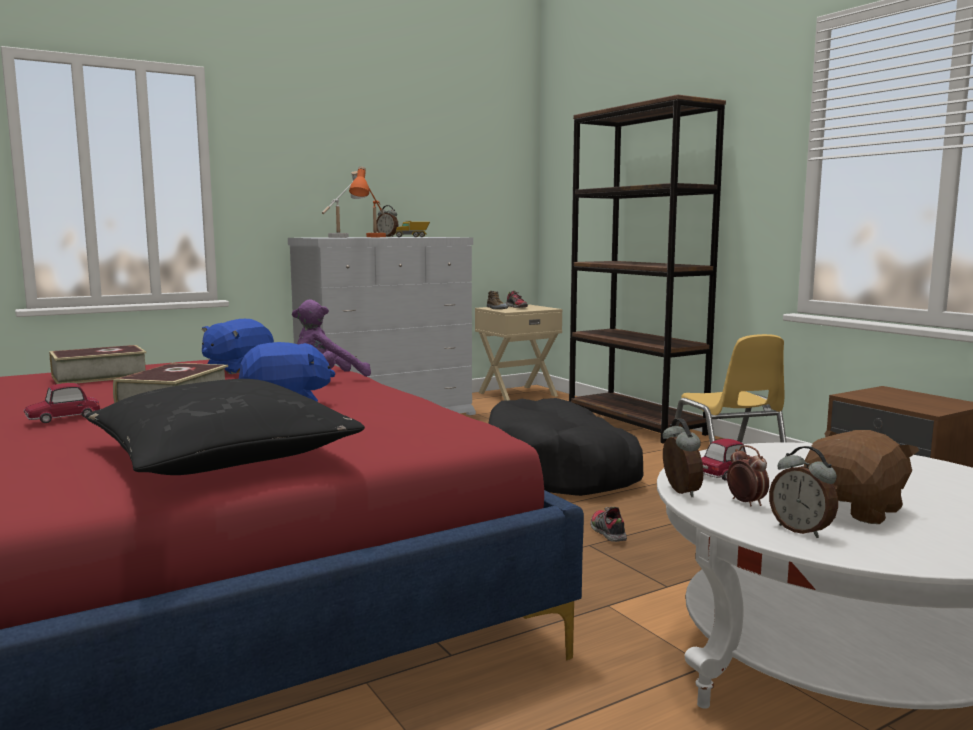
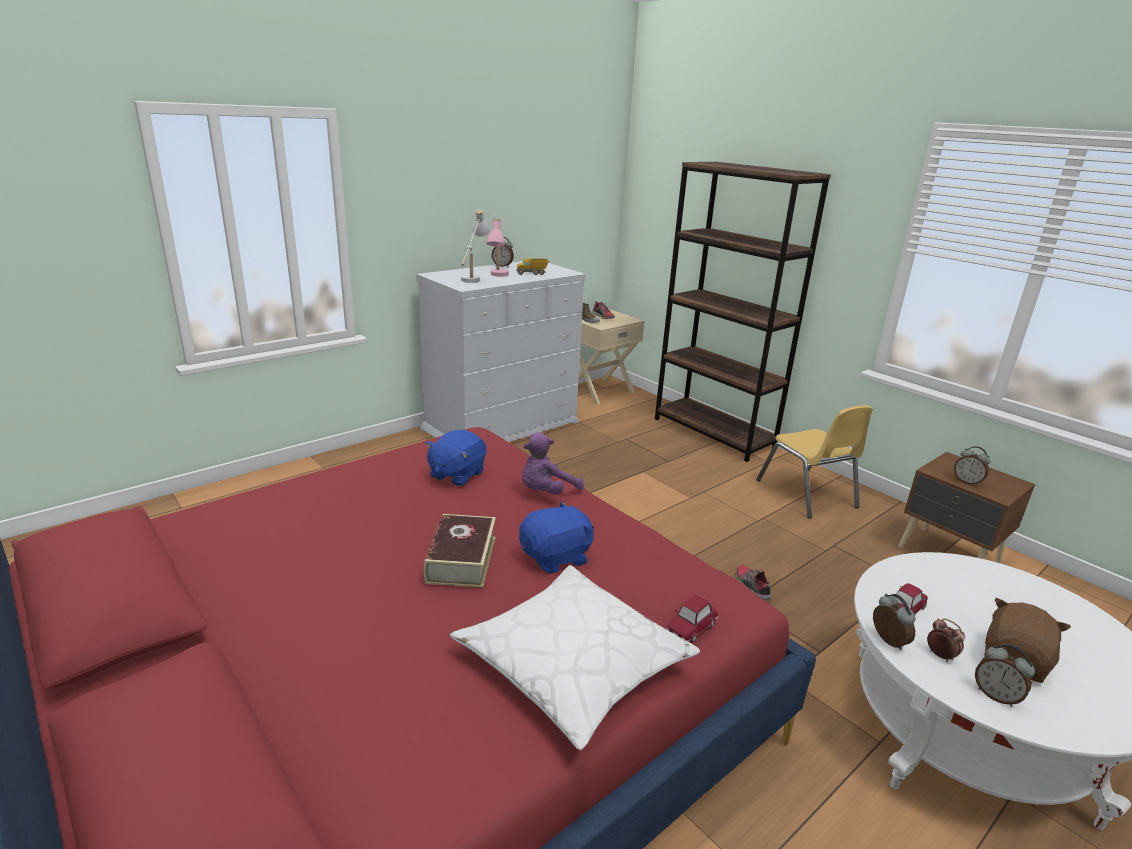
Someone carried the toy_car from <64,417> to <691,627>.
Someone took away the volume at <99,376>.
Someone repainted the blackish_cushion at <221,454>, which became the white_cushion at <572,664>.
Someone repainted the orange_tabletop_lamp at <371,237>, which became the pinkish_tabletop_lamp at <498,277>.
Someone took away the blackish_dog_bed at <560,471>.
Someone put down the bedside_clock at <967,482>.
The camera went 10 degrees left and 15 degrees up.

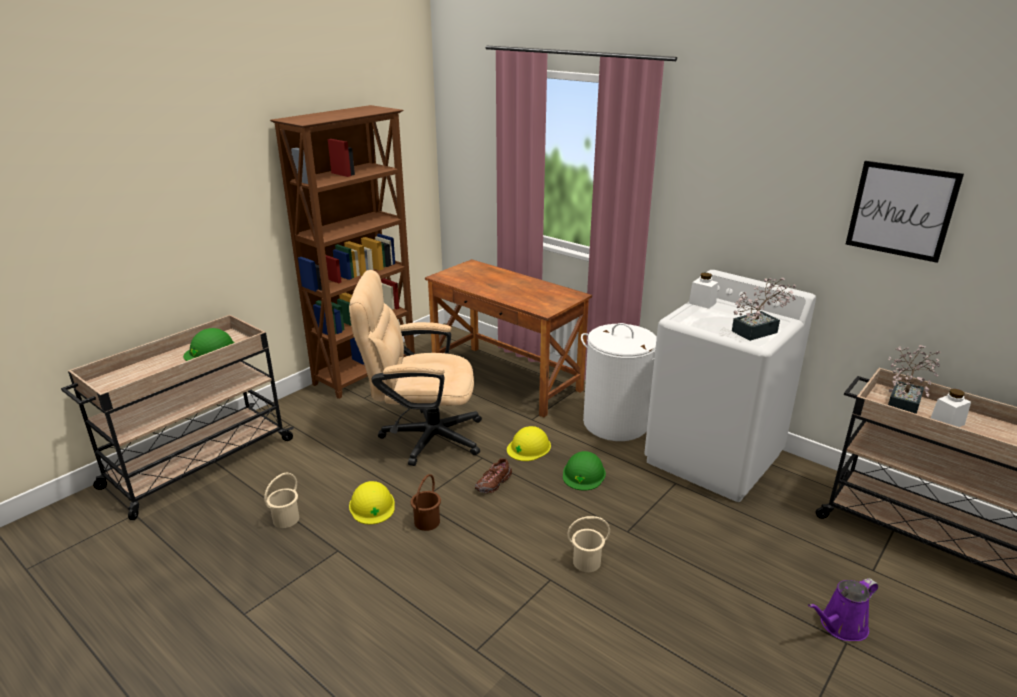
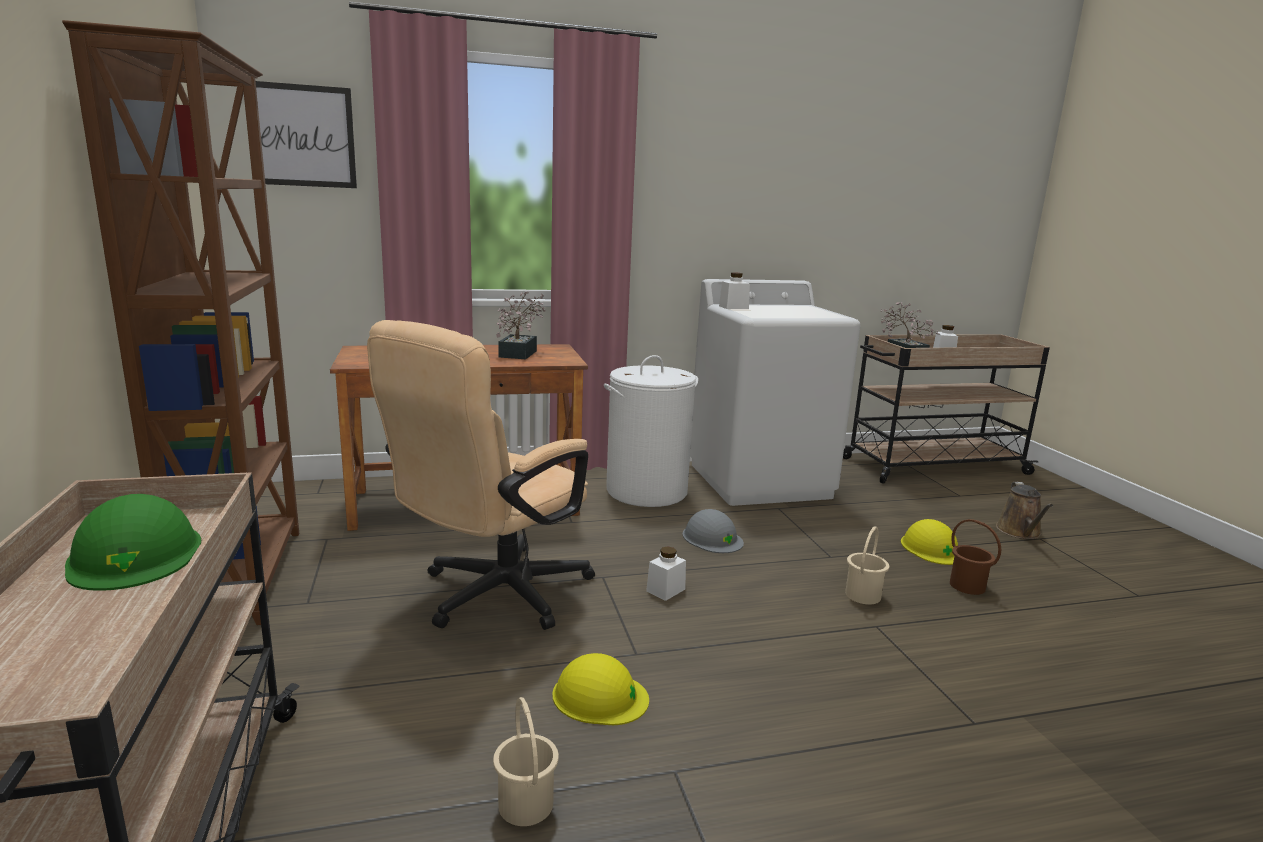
Someone carried the brown_water_bucket from <427,522> to <967,585>.
Someone swapped the brown_shoe at <494,484> for the white_storage_jar at <665,590>.
Someone carried the yellowish_hard_hat from <529,447> to <931,548>.
Someone repainted the greenish_hard_hat at <584,474>, which became the greyish_hard_hat at <712,538>.
Someone carried the potted_plant from <758,331> to <520,353>.
Someone repainted the purplish_watering_can at <840,626>, which became the brown_watering_can at <1020,532>.
Someone carried the wall_art from <901,210> to <303,136>.
The camera went 55 degrees left and 10 degrees down.

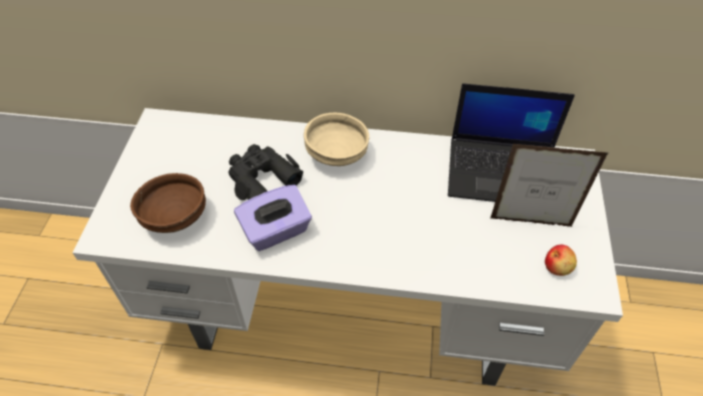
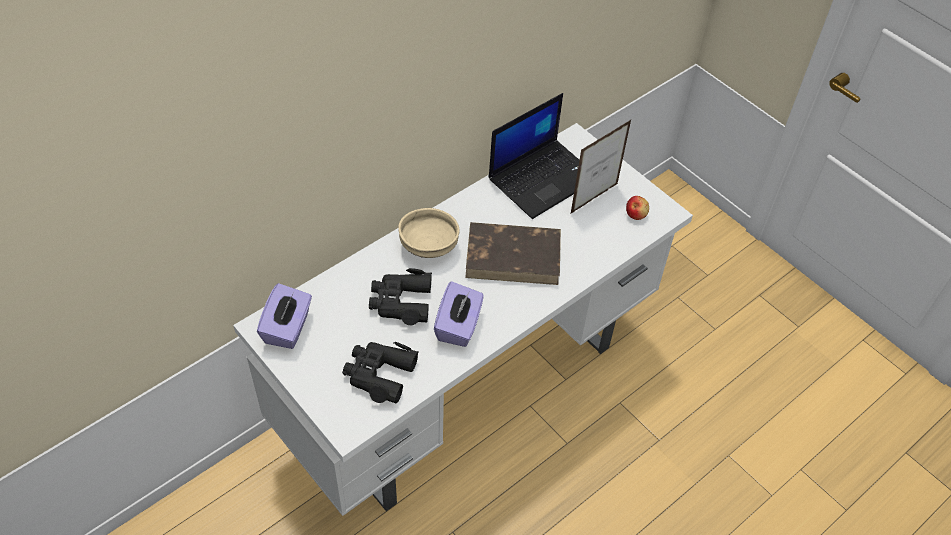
Someone swapped the brown_serving_bowl at <175,216> for the blackish_pair_of_binoculars at <379,374>.
Someone put down the purplish_tissue_holder at <288,328>.
Someone put down the brown_volume at <514,256>.
The camera went 50 degrees left and 0 degrees up.

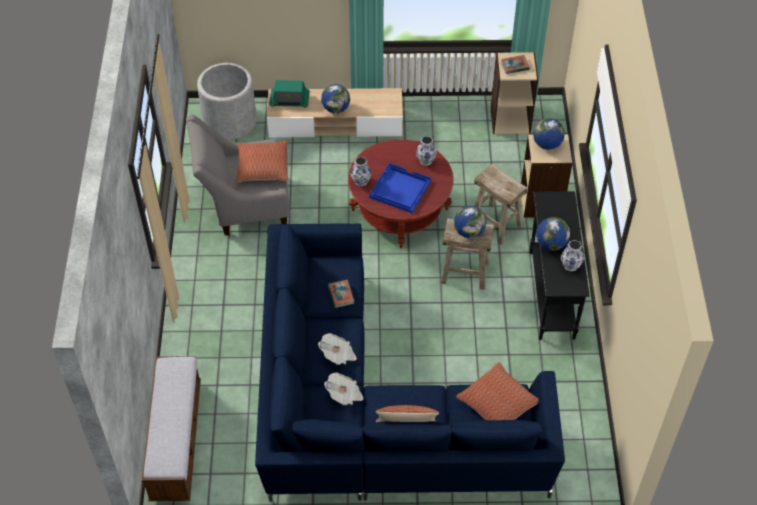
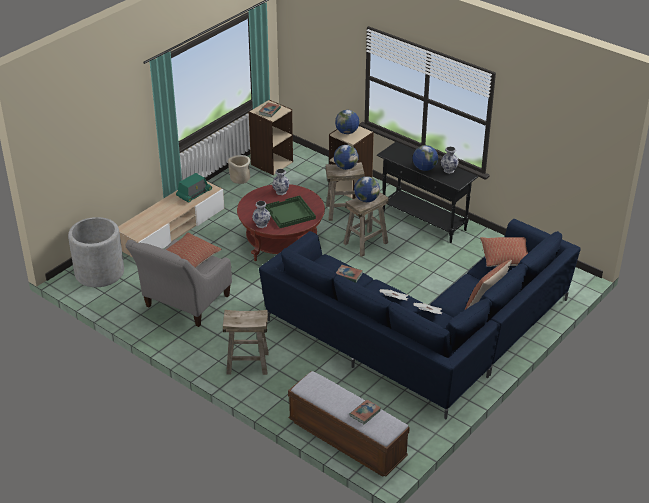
Someone carried the radio from <289,100> to <194,194>.
Someone carried the world_globe from <336,108> to <345,167>.
Someone repainted the blue_tray at <399,189>, which became the greenish_tray at <289,213>.
Someone put down the beige_stool at <247,363>.
Someone put down the beige_flower_pot at <240,179>.
Someone put down the volume at <365,413>.
The camera went 50 degrees left and 15 degrees down.

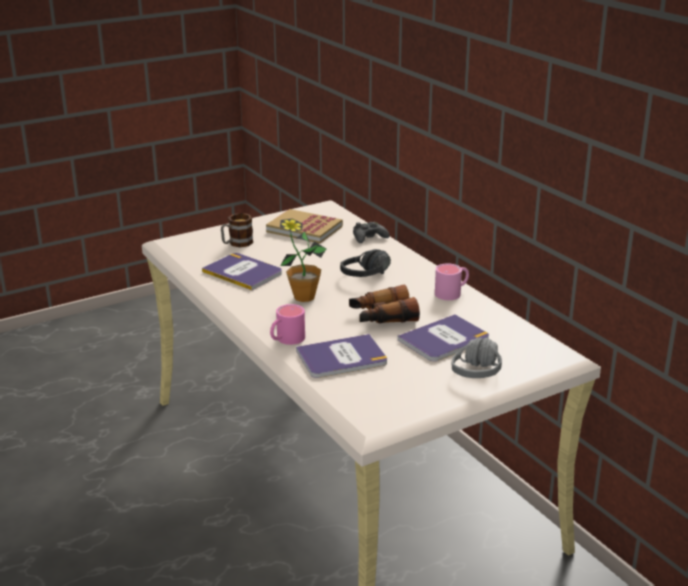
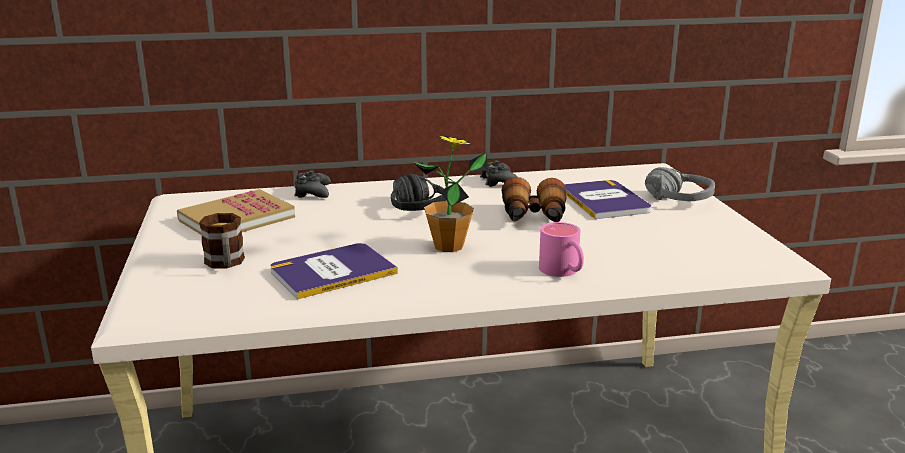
Someone took away the volume at <342,358>.
Someone swapped the pinkish_mug at <452,292> for the blackish_game_controller at <498,181>.
The camera went 70 degrees left and 5 degrees down.

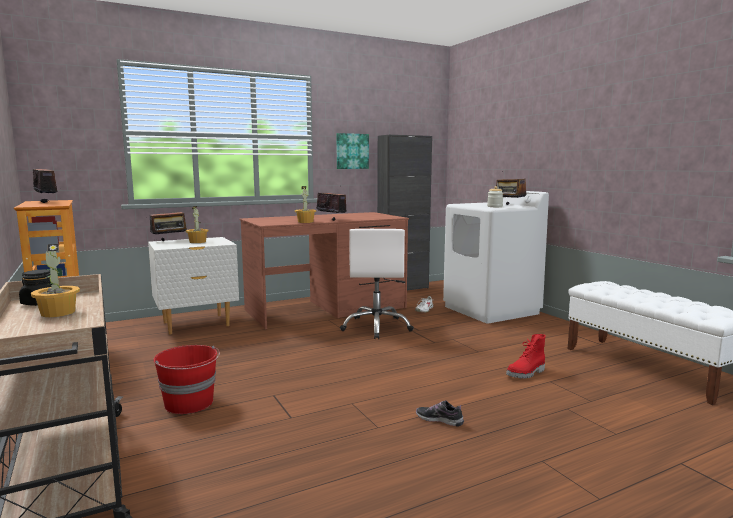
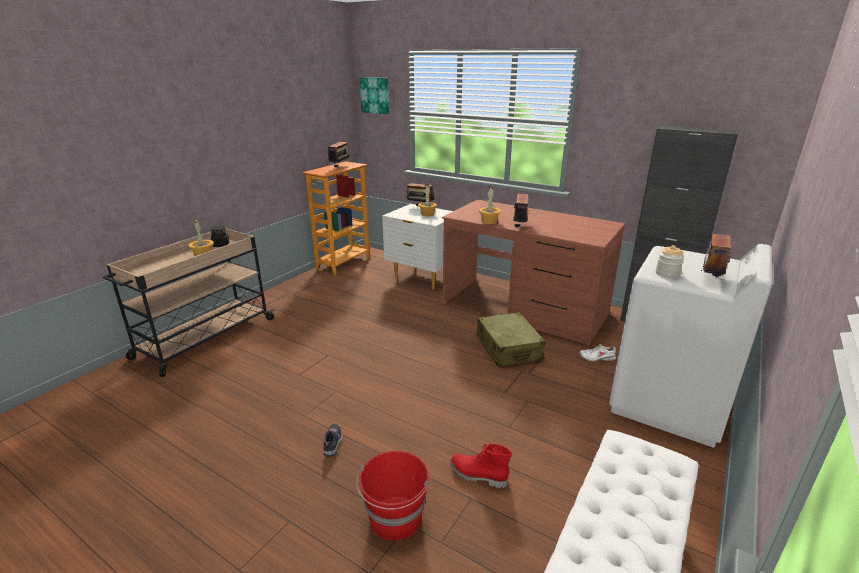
Someone carried the reddish_water_bucket from <190,403> to <395,518>.
Someone carried the wall_art from <352,151> to <375,95>.
Someone swapped the white_computer_chair at <377,327> for the beige_piece_of_luggage at <508,348>.
The camera went 60 degrees right and 15 degrees up.

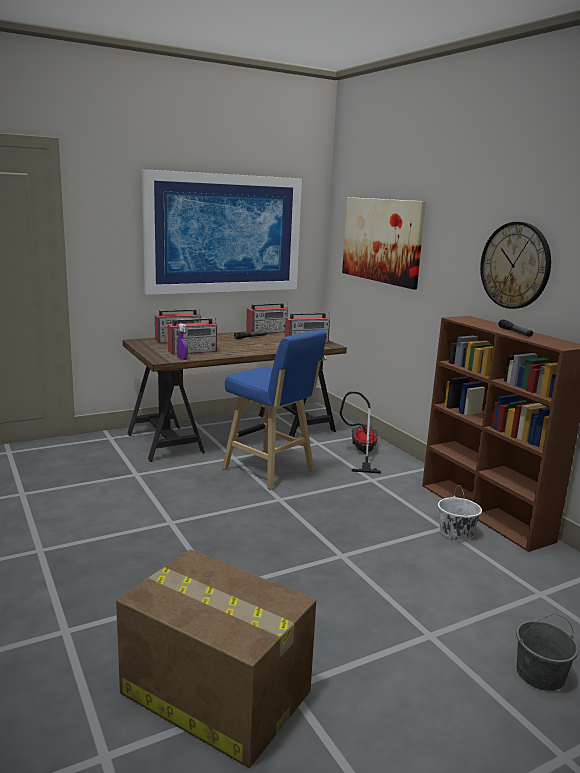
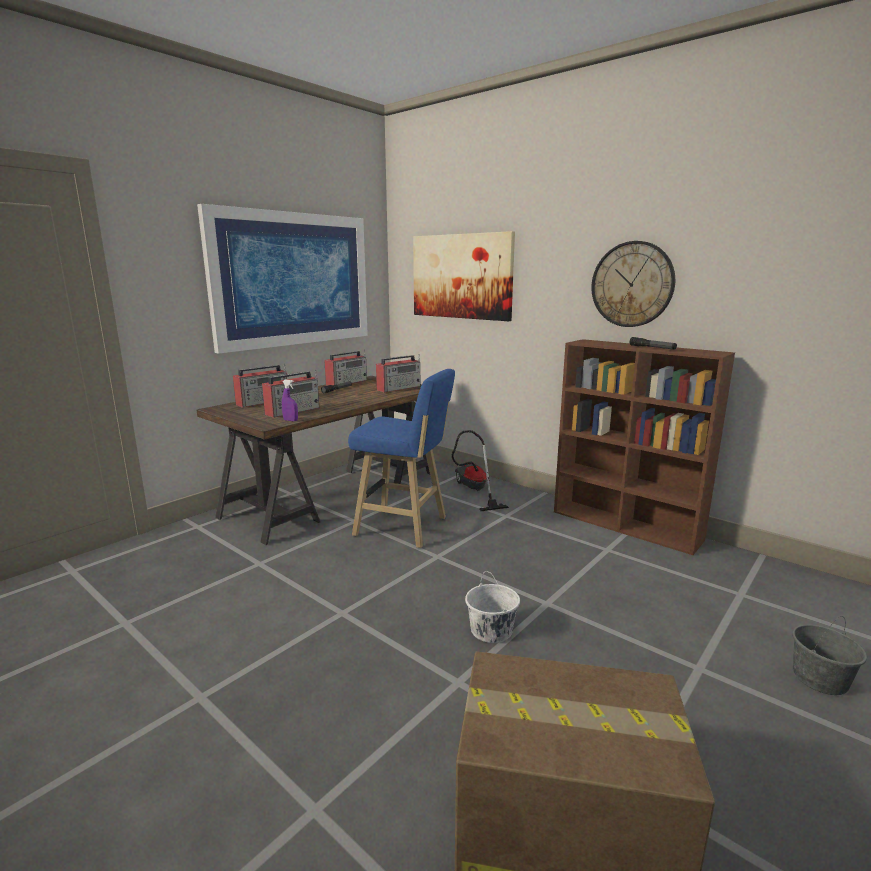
Someone carried the white_water_bucket from <456,533> to <491,630>.
The camera went 20 degrees left and 0 degrees up.

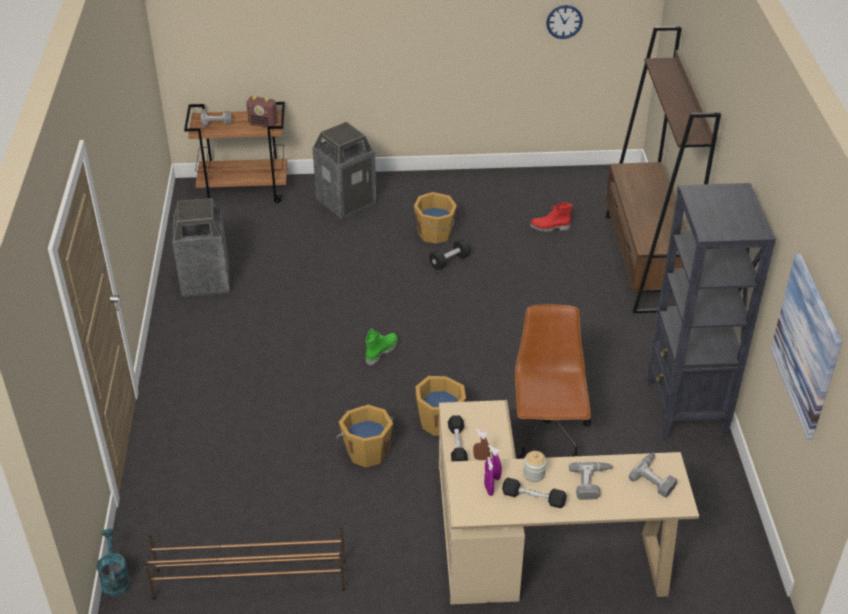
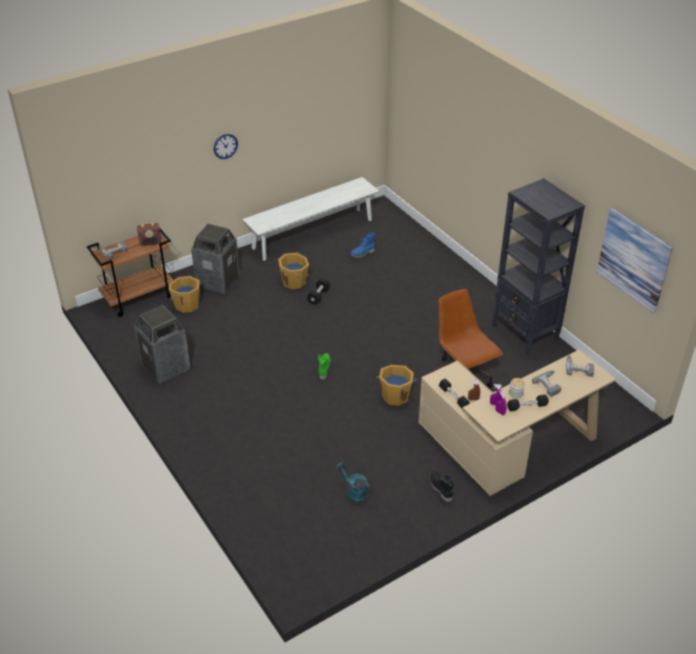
Someone carried the turquoise_watering_can from <115,579> to <354,492>.
Someone took away the brown_shoe_rack at <249,579>.
Someone carried the orange_water_bucket from <367,451> to <186,304>.
Someone repainted the reddish_high-top_boot at <550,228>, which became the blue_high-top_boot at <362,253>.
Someone carried the clock_on_the_wall from <564,21> to <225,146>.
Someone took away the brown_shelving_unit at <643,262>.
Someone put down the white_long_seat at <313,233>.
Someone put down the blackish_high-top_boot at <440,488>.
The camera went 30 degrees left and 0 degrees up.

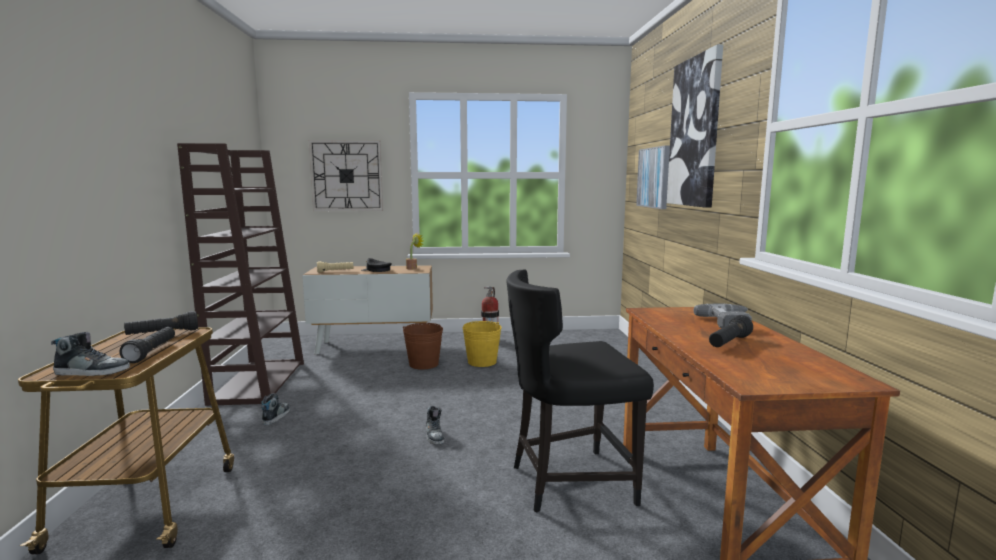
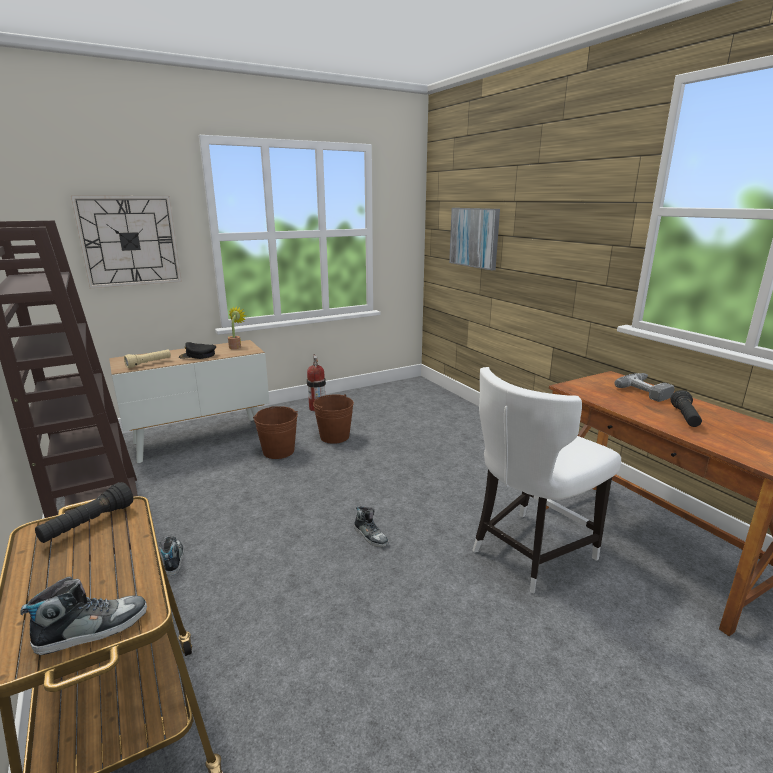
Someone took away the blackish_torch at <151,352>.
Someone repainted the yellowish_water_bucket at <482,362>, which became the brown_water_bucket at <334,436>.
Someone repainted the blackish_chair at <568,482>, which became the white_chair at <528,553>.
Someone took away the wall_art at <695,132>.
The camera went 25 degrees left and 10 degrees up.

